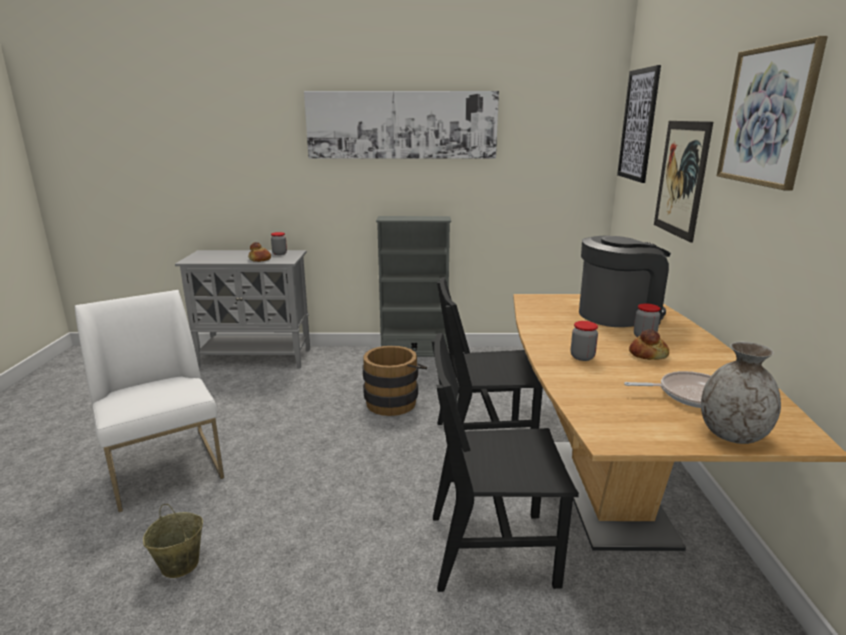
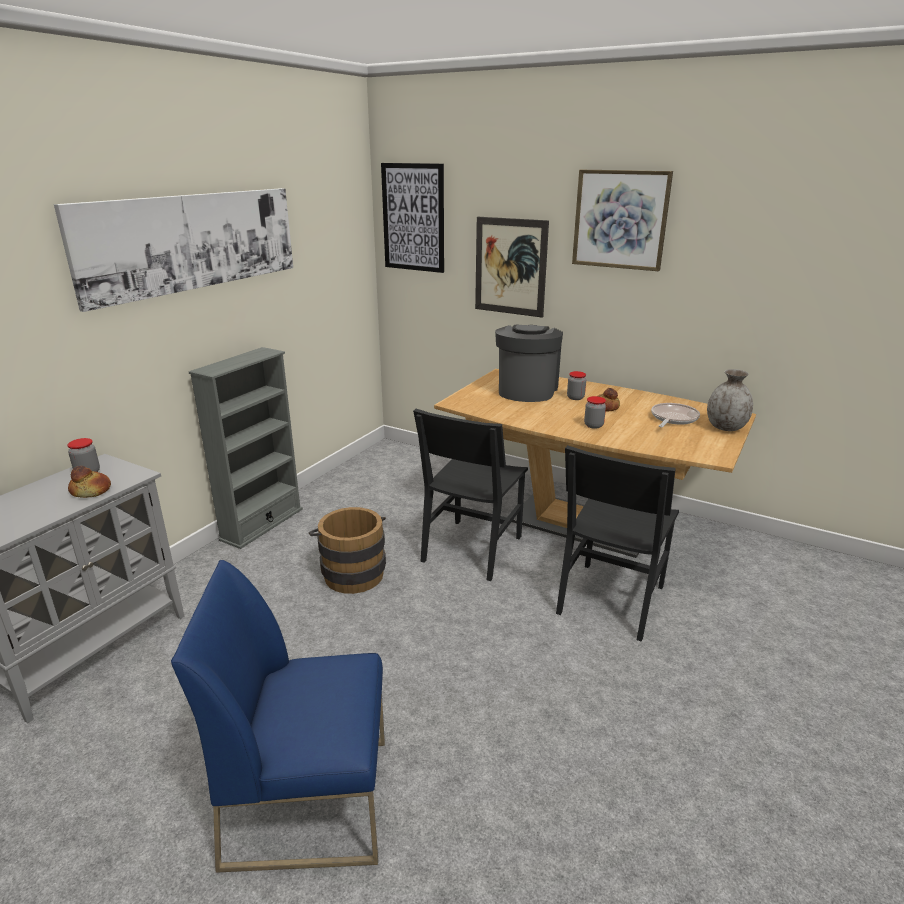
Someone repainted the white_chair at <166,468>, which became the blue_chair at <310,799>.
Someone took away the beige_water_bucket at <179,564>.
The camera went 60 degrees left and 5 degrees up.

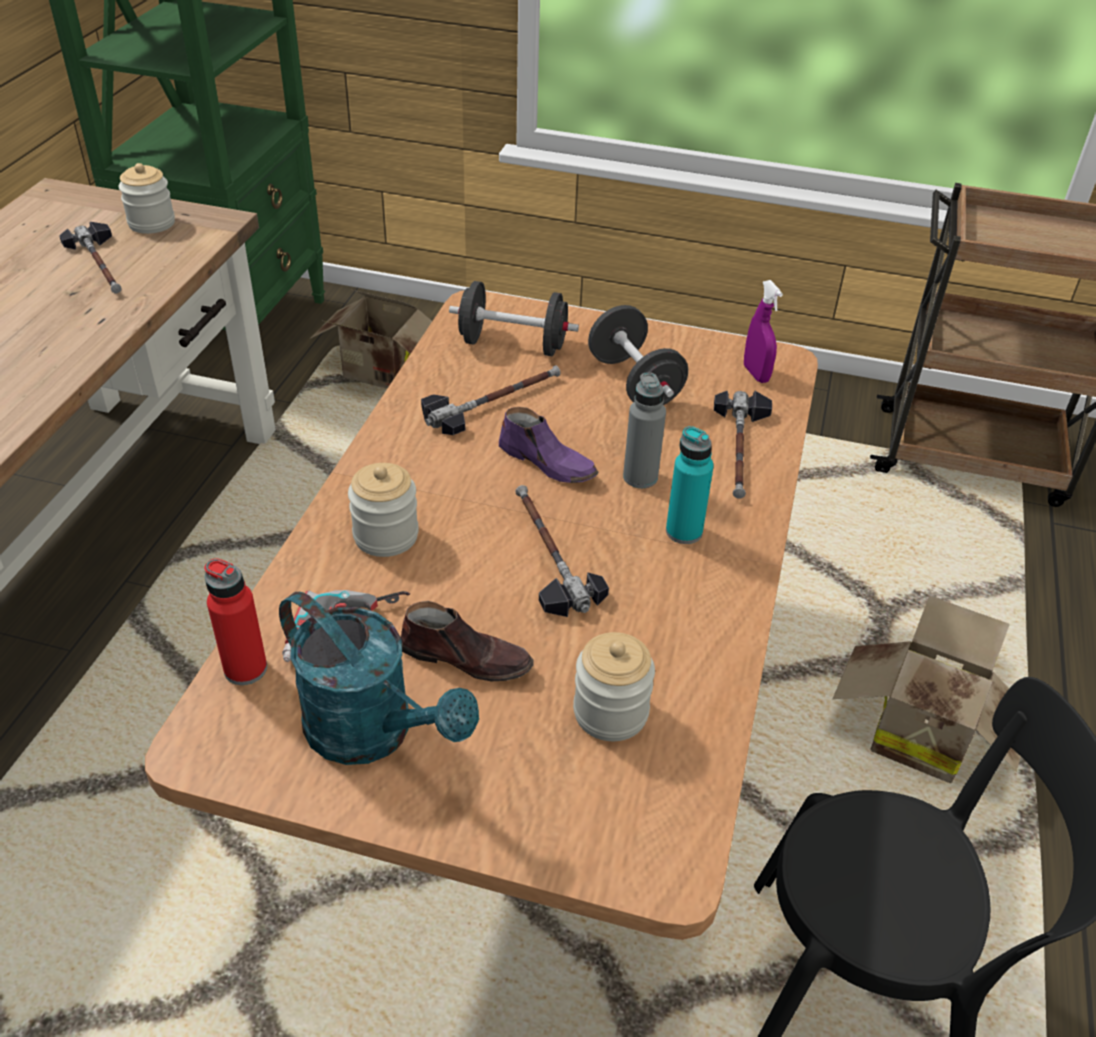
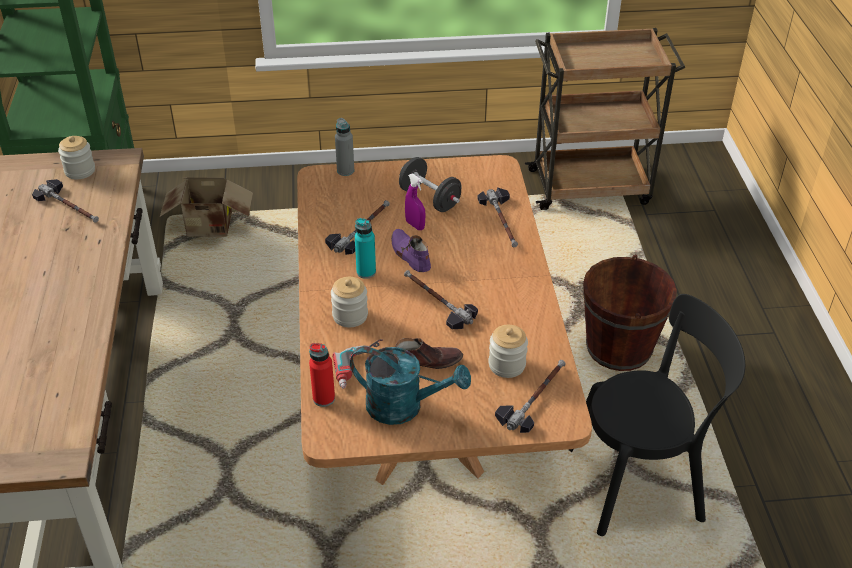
Someone took away the blackish_hand_weight at <513,345>.
Someone rotated the purplish_shoe at <548,462> by 135 degrees counterclockwise.
Someone carried the greyish_bottle from <640,477> to <345,171>.
Someone carried the turquoise_bottle from <684,532> to <366,272>.
Someone carried the purplish_sprayer from <756,374> to <415,225>.
Someone swapped the carton at <918,732> for the brown_water_bucket at <618,349>.
Someone put down the hammer at <534,397>.
The camera went 20 degrees left and 0 degrees up.

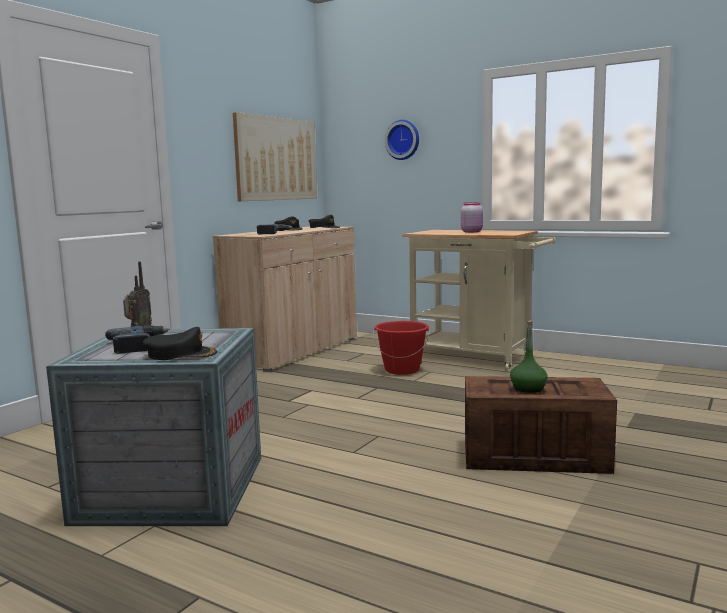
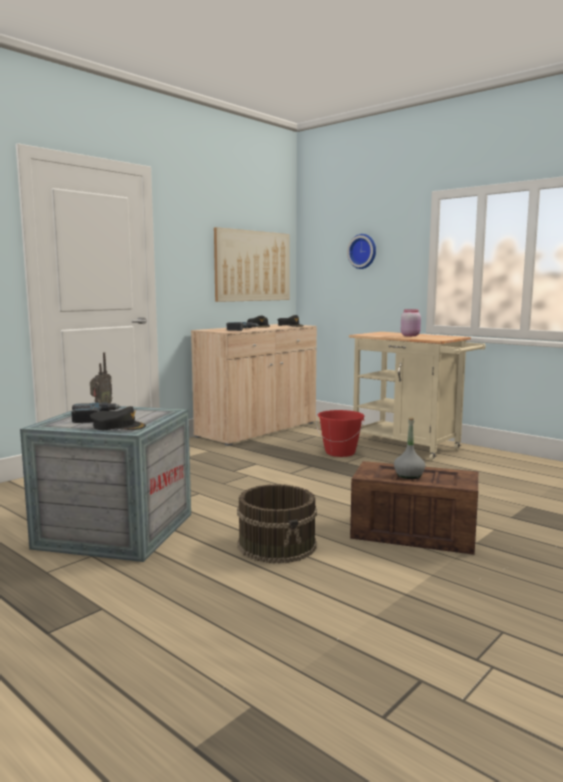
Someone repainted the greenish_bottle at <528,388>, which became the greyish_bottle at <409,475>.
Someone put down the brown_water_bucket at <278,545>.
The camera went 10 degrees right and 0 degrees up.

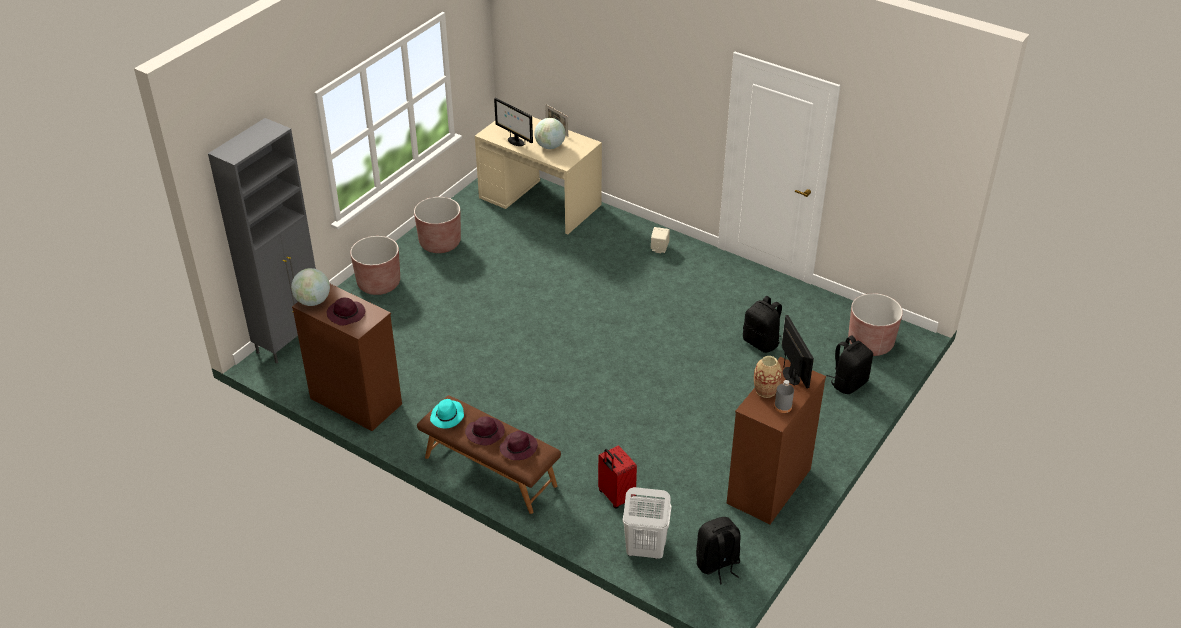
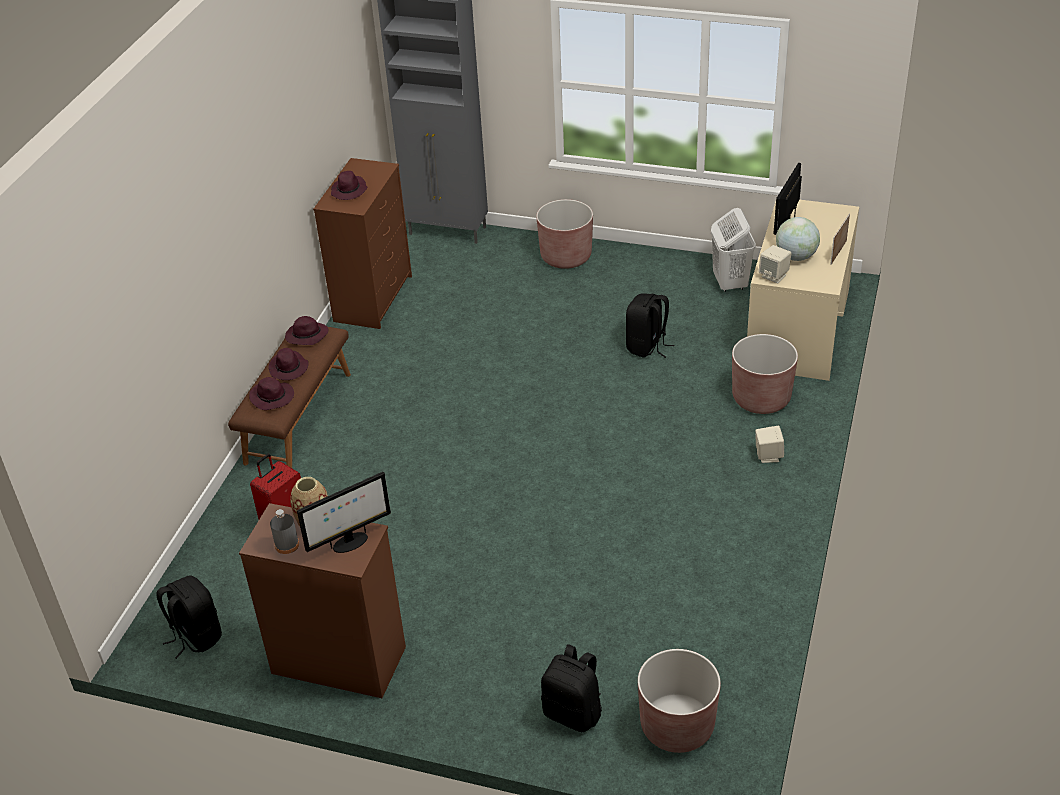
Someone took away the world_globe at <313,301>.
Someone carried the brown_flower_pot from <440,243> to <761,398>.
Someone repainted the turquoise_wearable_hat at <447,417>, which became the purplish_wearable_hat at <306,336>.
Someone carried the white_laundry_basket from <644,550> to <730,283>.
Someone carried the blackish_knapsack from <761,342> to <647,346>.
Someone put down the beige_audio_speaker at <774,276>.
The camera went 75 degrees right and 0 degrees up.

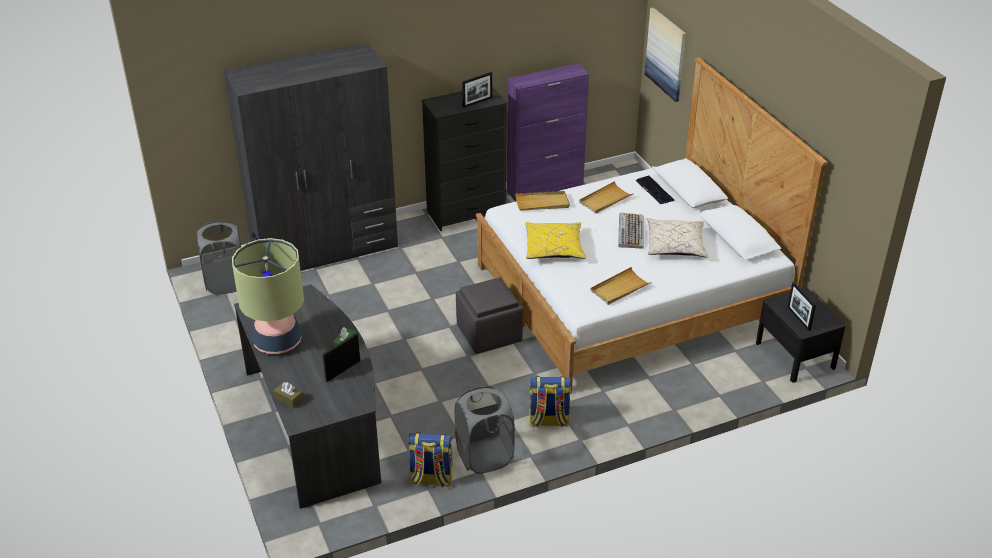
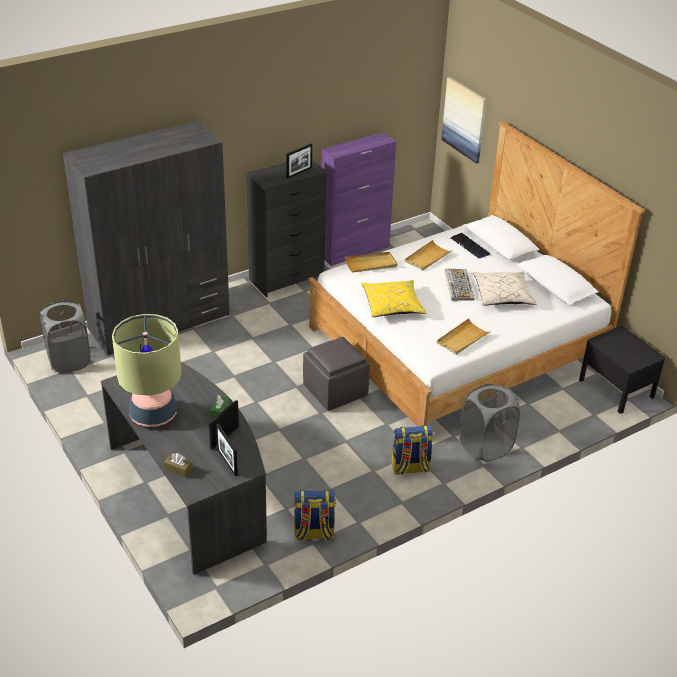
Someone carried the greyish_laundry_basket from <484,456> to <485,447>.
Someone carried the photo_frame from <798,318> to <227,462>.
The camera went 10 degrees left and 0 degrees up.

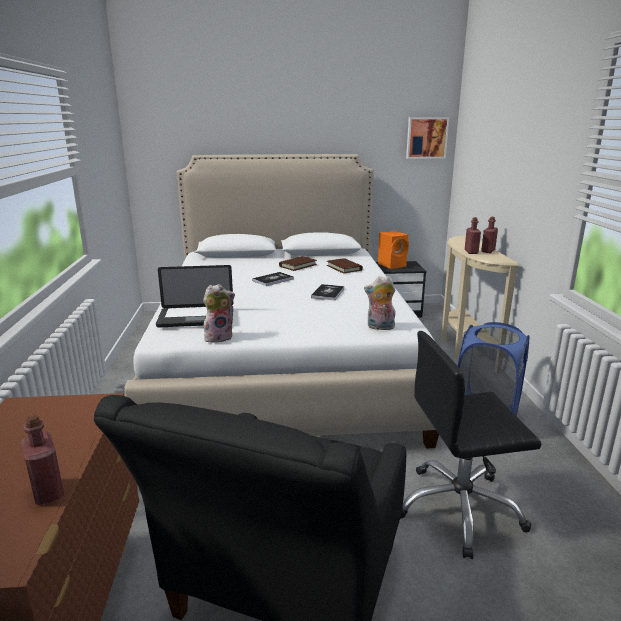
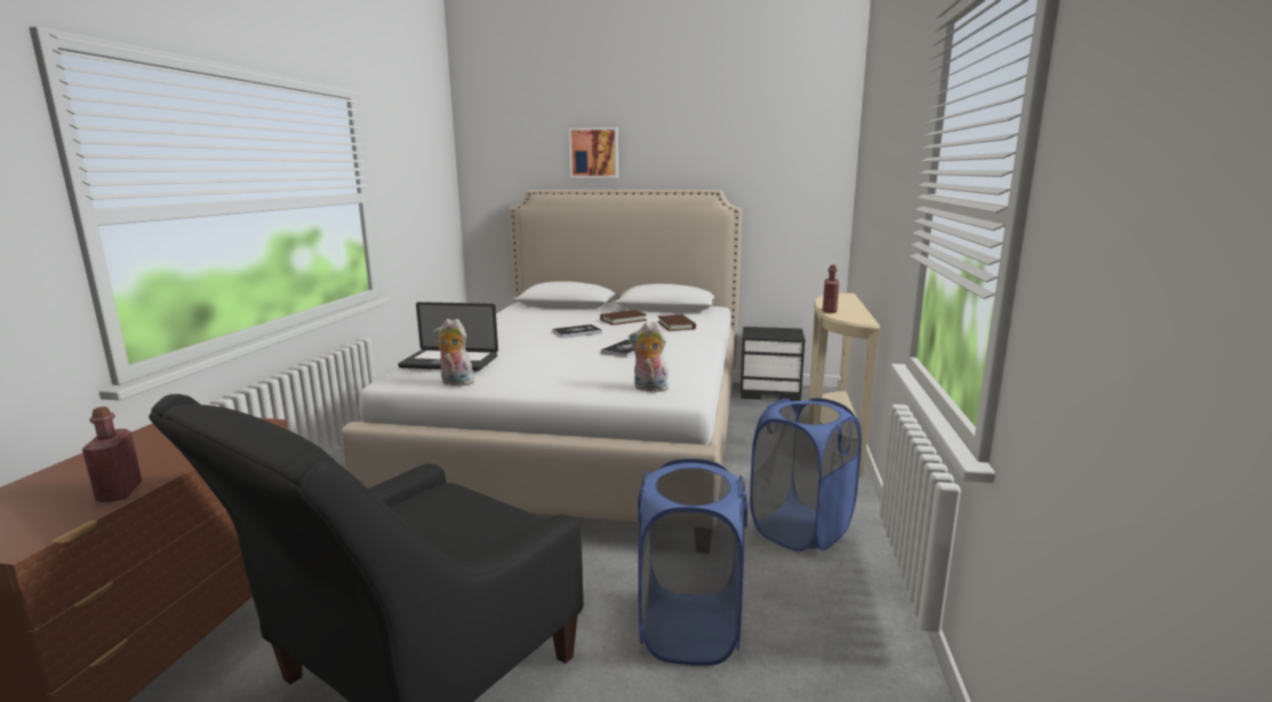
Someone rotated the cuddly_toy at <219,337> by 150 degrees counterclockwise.
Someone took away the orange_audio_speaker at <393,265>.
Someone swapped the blackish_computer_chair at <459,509> for the blue_laundry_basket at <689,628>.
Someone carried the wall_art from <426,138> to <594,153>.
Someone took away the reddish_bottle at <488,251>.
The camera went 15 degrees right and 5 degrees down.

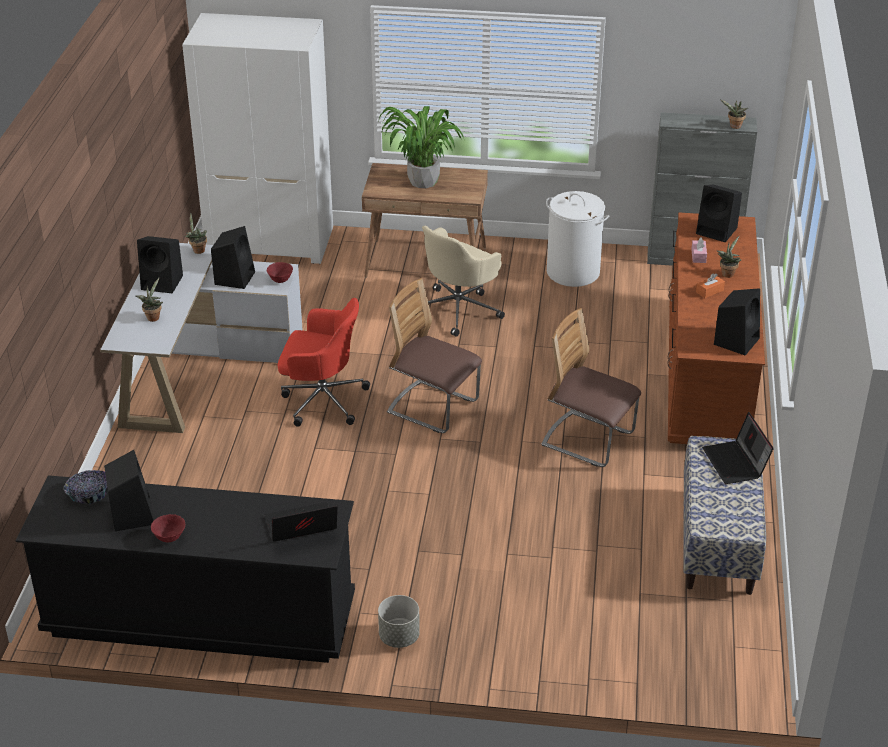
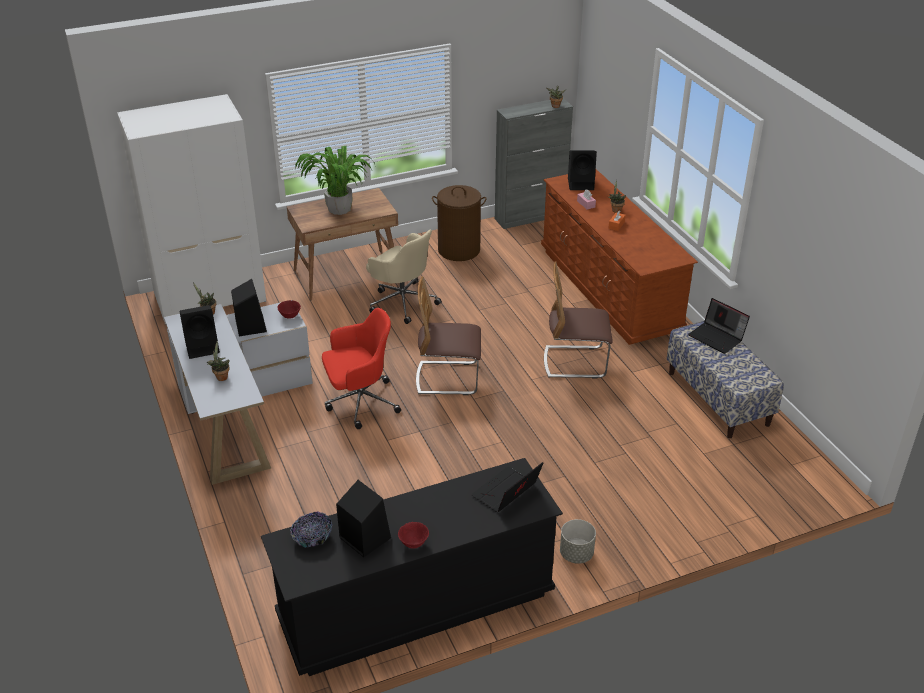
Someone rotated the beige_computer_chair at <459,309> by 60 degrees counterclockwise.
Someone repainted the white_laundry_basket at <573,272>, which became the brown_laundry_basket at <459,250>.
Someone took away the blackish_audio_speaker at <736,340>.
The camera went 30 degrees left and 0 degrees up.

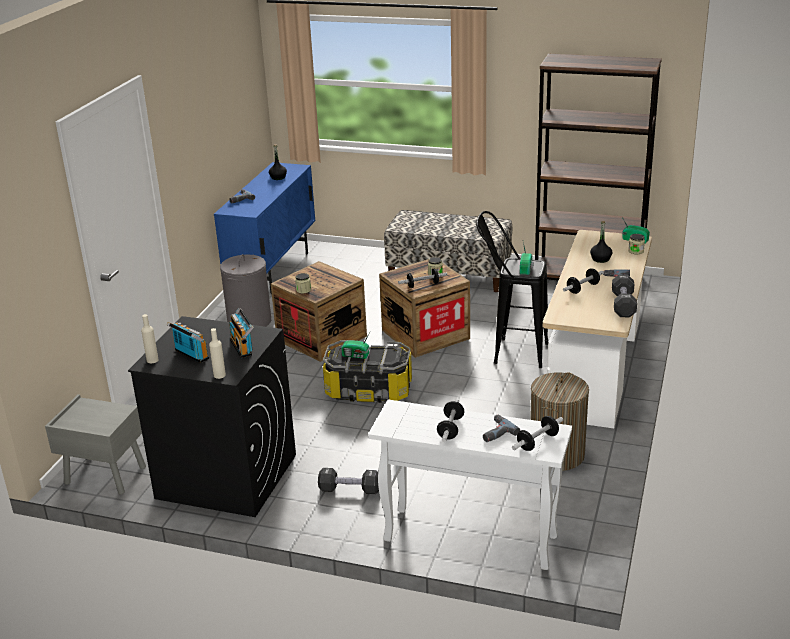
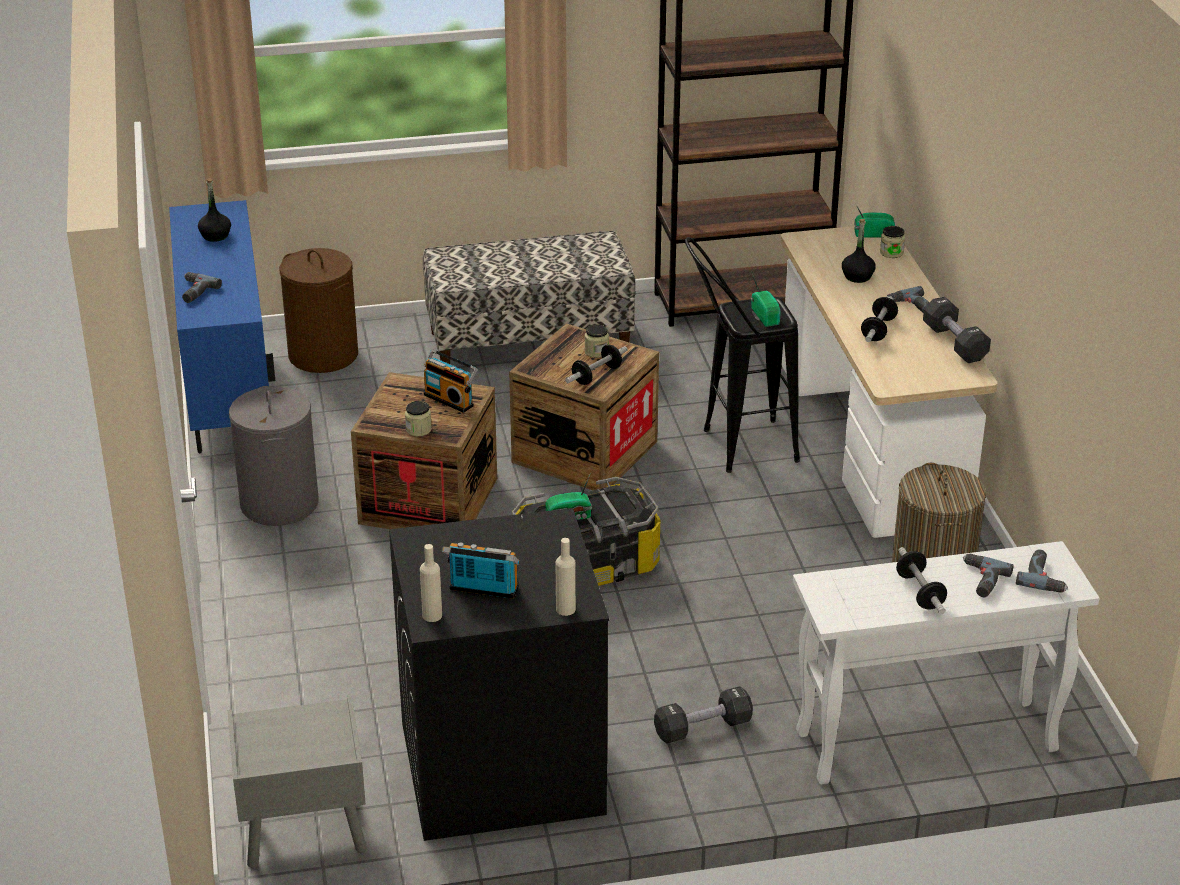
Someone carried the radio from <243,347> to <450,399>.
Someone swapped the hand_weight at <537,442> for the power_drill at <1044,577>.
Someone put down the brown_laundry_basket at <323,355>.
The camera went 30 degrees left and 5 degrees up.

